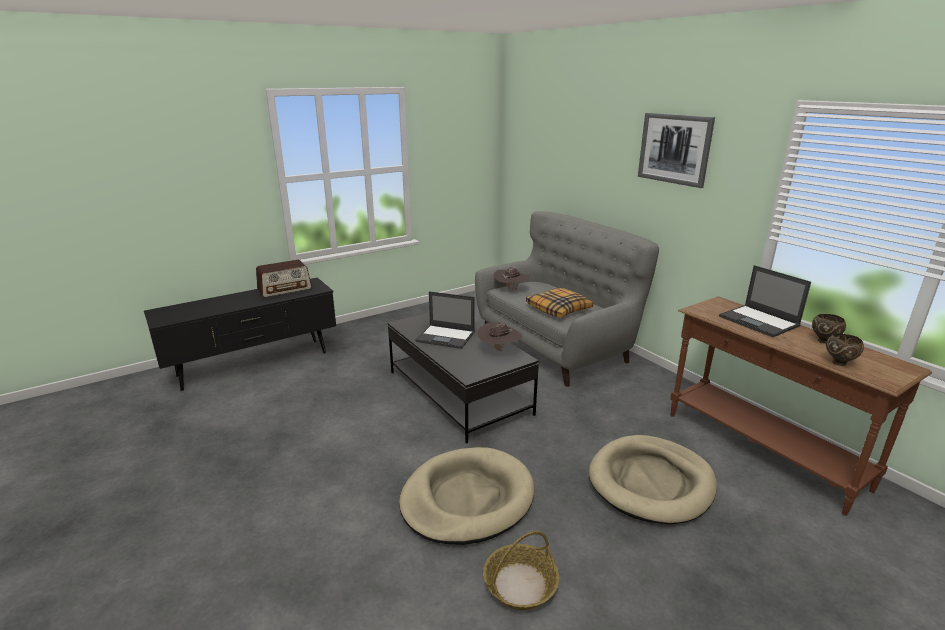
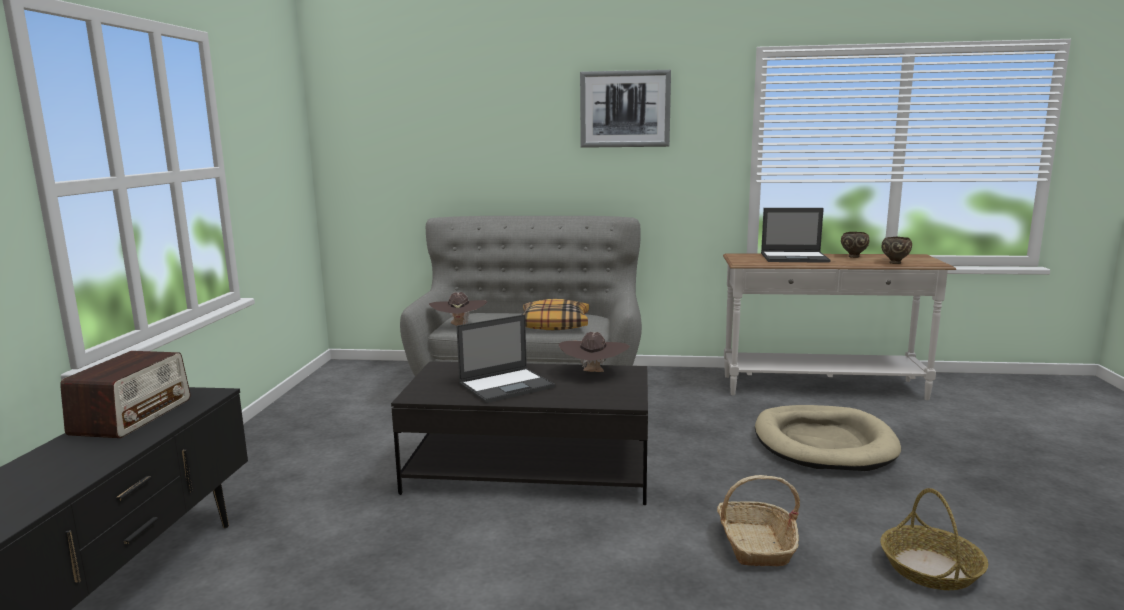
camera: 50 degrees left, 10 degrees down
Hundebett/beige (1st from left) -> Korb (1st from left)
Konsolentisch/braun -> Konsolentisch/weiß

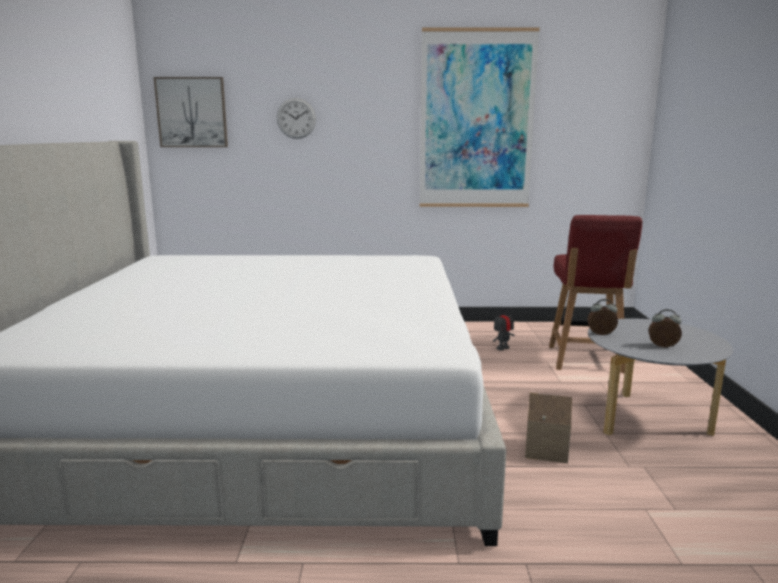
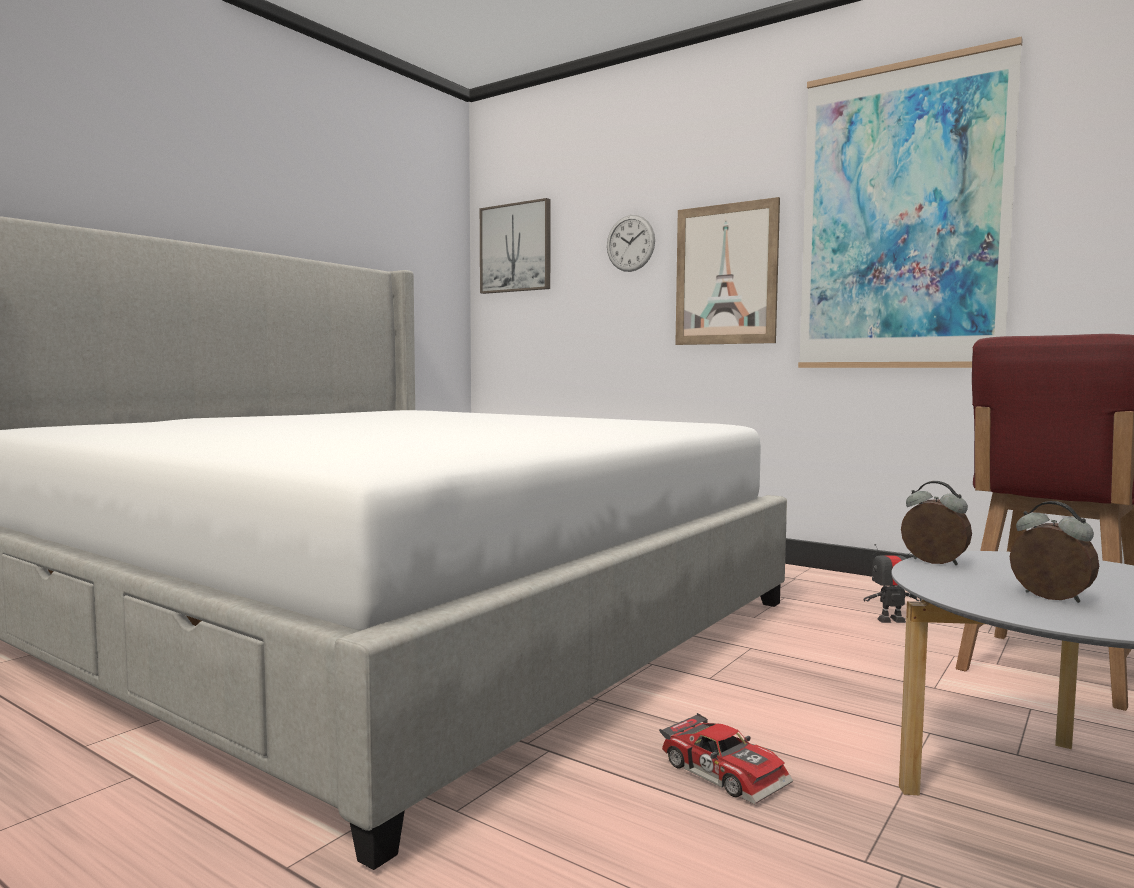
camera: 35 degrees right, 10 degrees down
Spielzeughaus -> Spielzeugauto
none -> Bild (2nd from left)

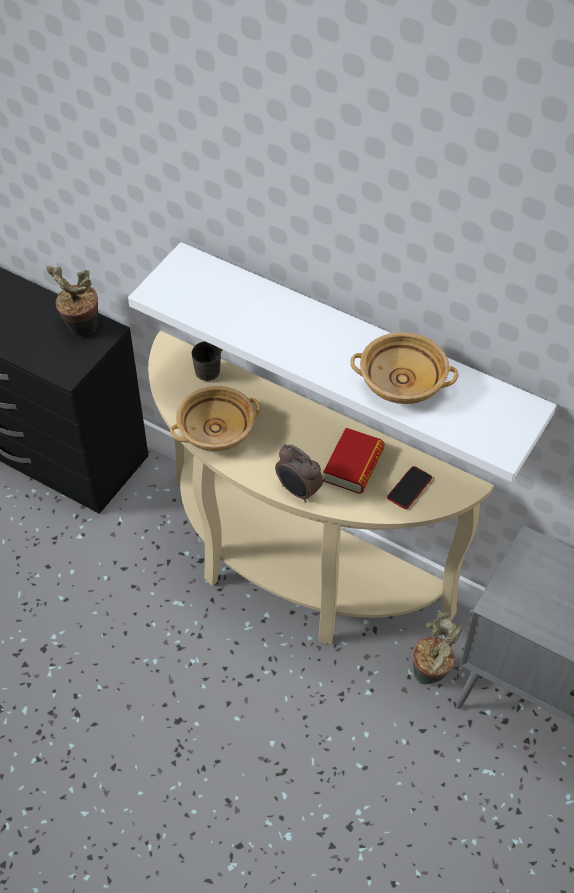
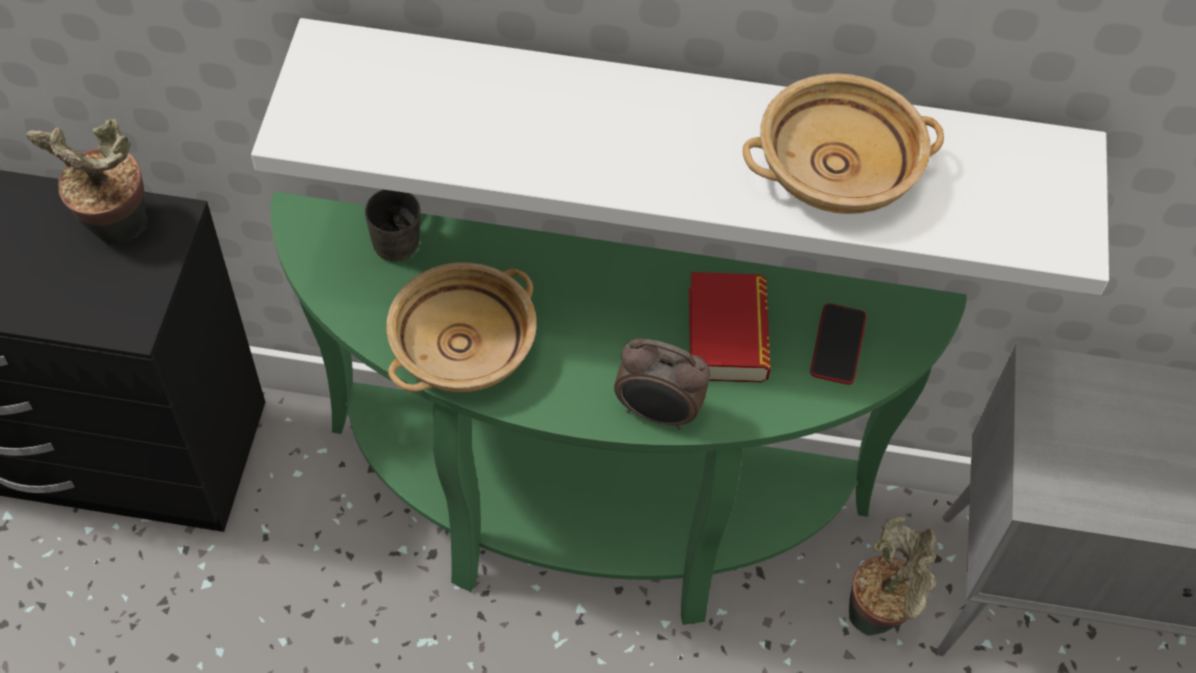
camera: 25 degrees left, 5 degrees up
Konsolentisch/beige -> Konsolentisch/grün

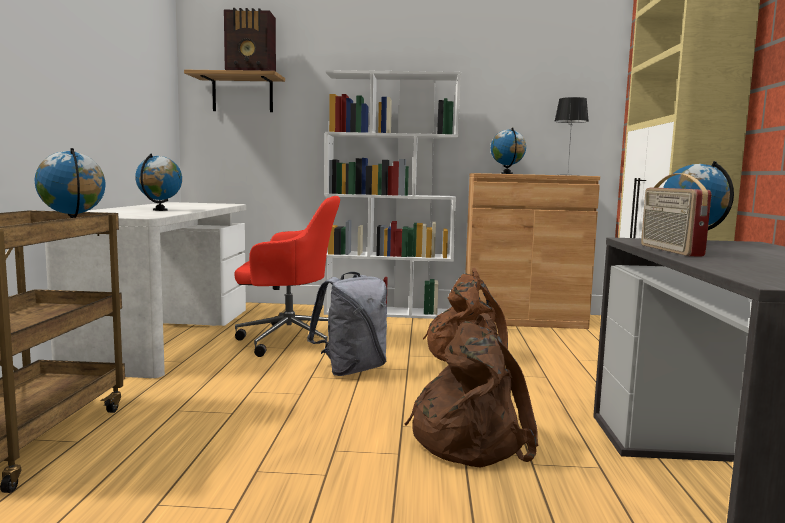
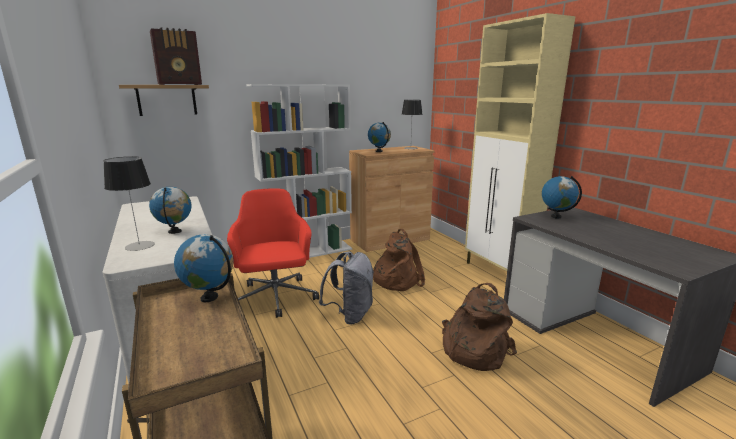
camera: 30 degrees left, 10 degrees up
none -> Tischlampe (1st from left)
Bürostuhl/rot, 75 degrees counterclockwise
Radio (2nd from left) -> none

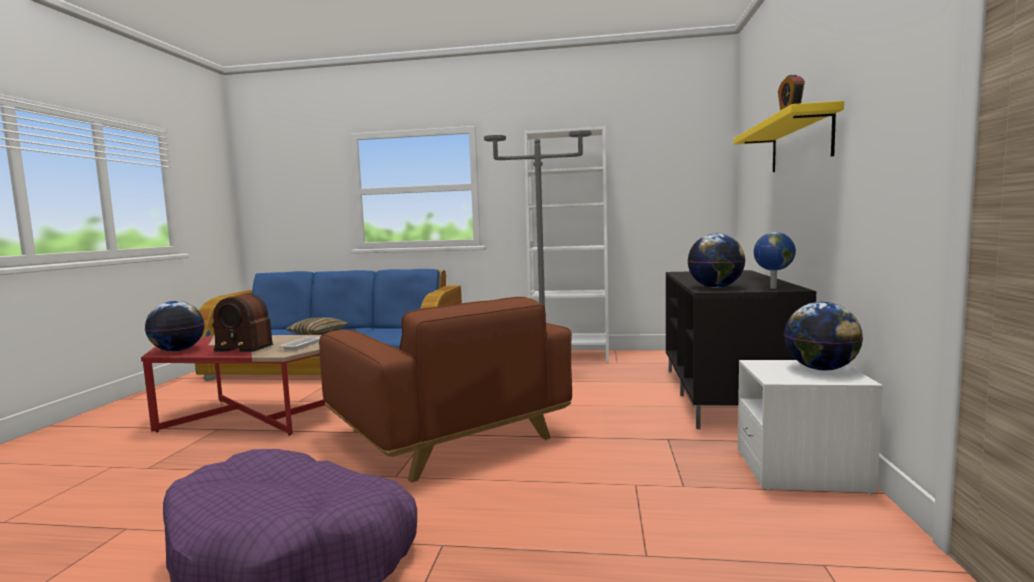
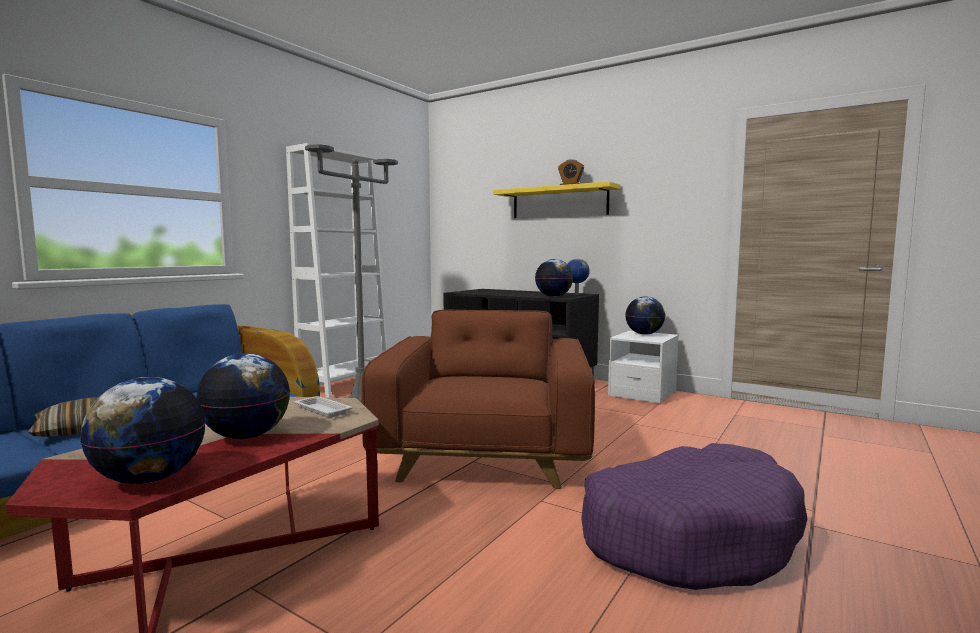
camera: 65 degrees left, 0 degrees up
Radio -> Globus (2nd from left)
Sessel/braun, 75 degrees counterclockwise

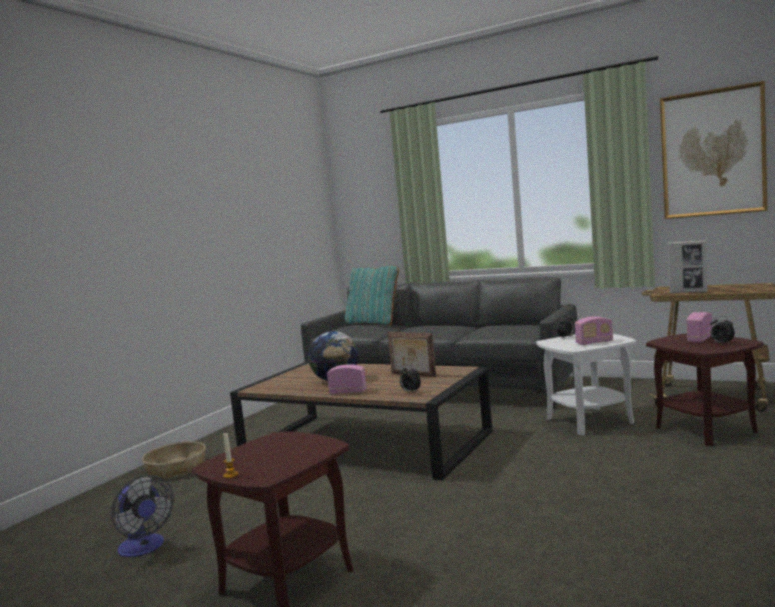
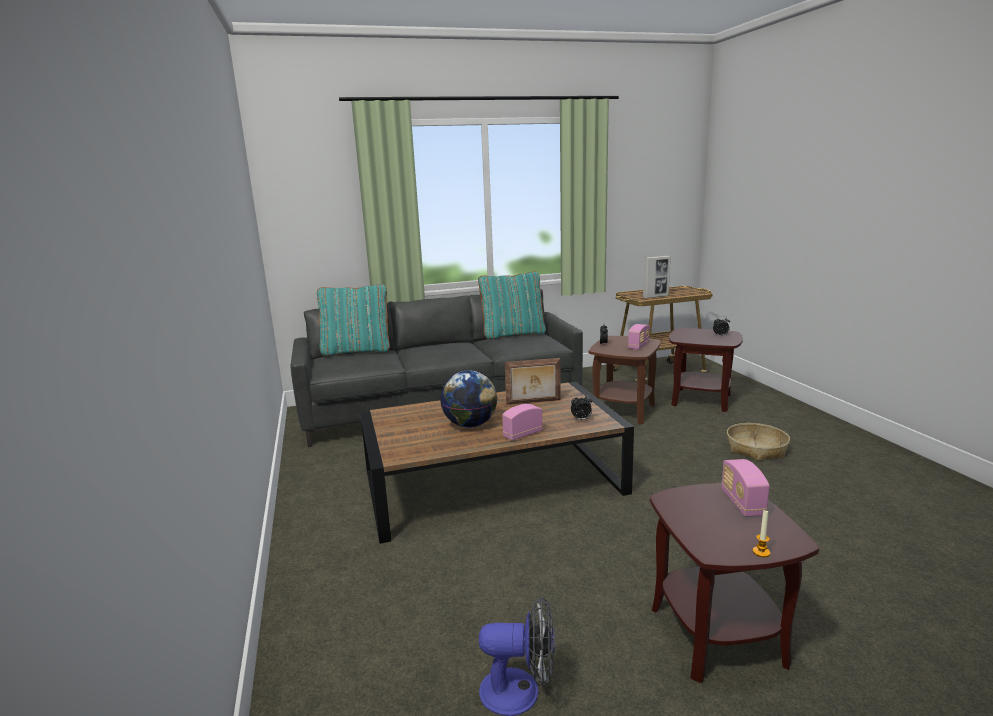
camera: 45 degrees left, 10 degrees up
none -> Kissen/türkis (2nd from left)
Beistelltisch/weiß -> Beistelltisch/braun (1st from left)
Radio (3rd from left), moved
Korb, moved
Bild -> none

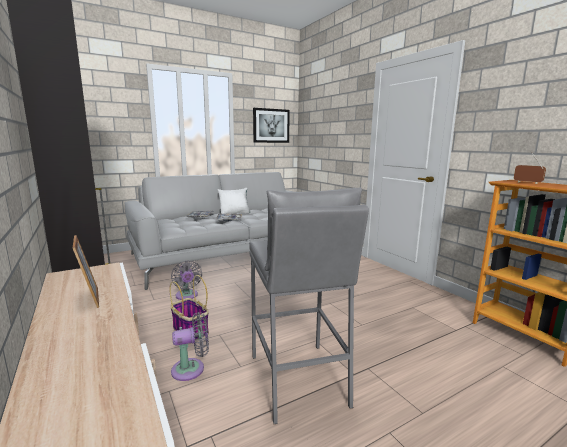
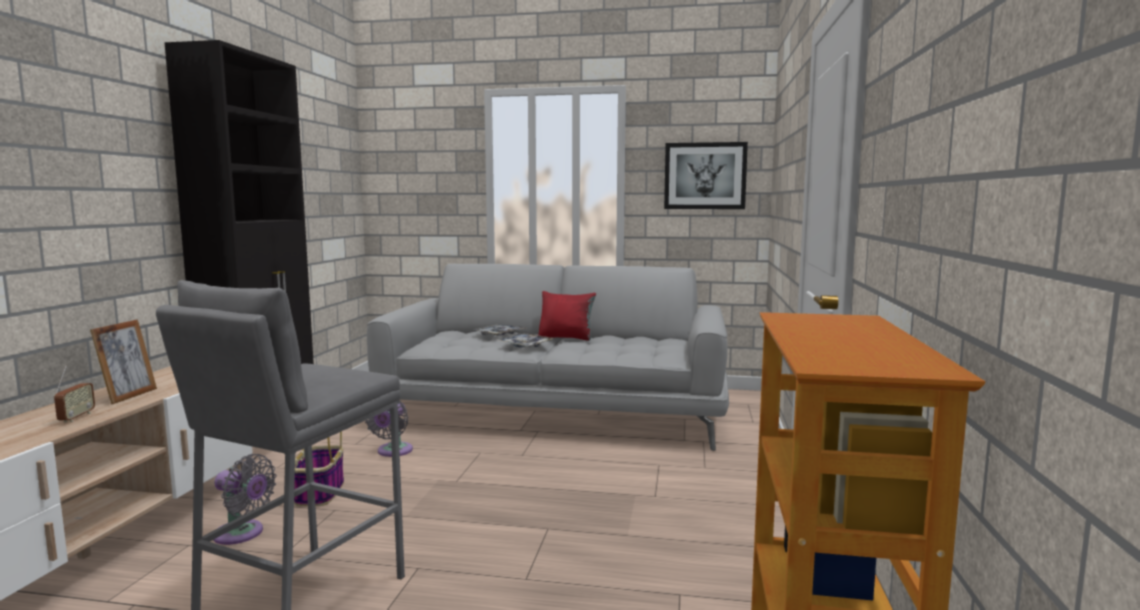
camera: 40 degrees right, 5 degrees down
Radio, moved
Kissen/weiß -> Kissen/rot

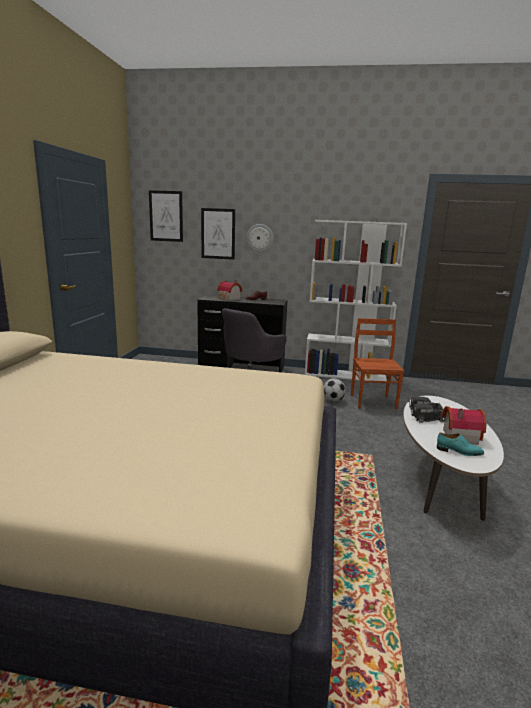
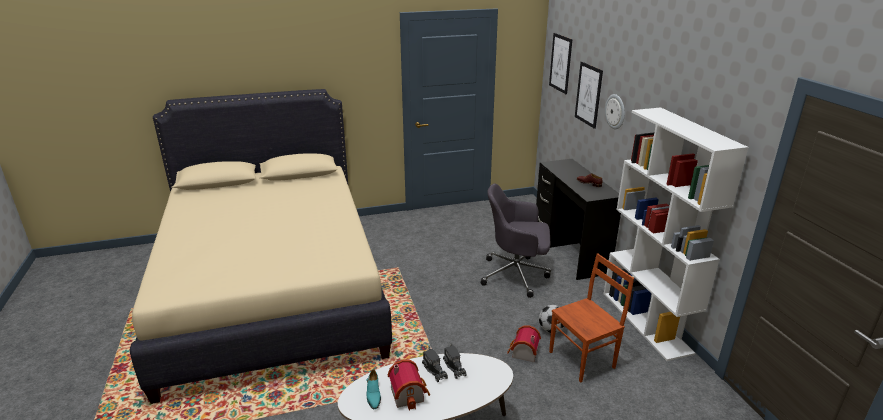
camera: 65 degrees right, 10 degrees up
Spielzeughaus (1st from left in the first image) -> Spielzeughaus (2nd from left), moved

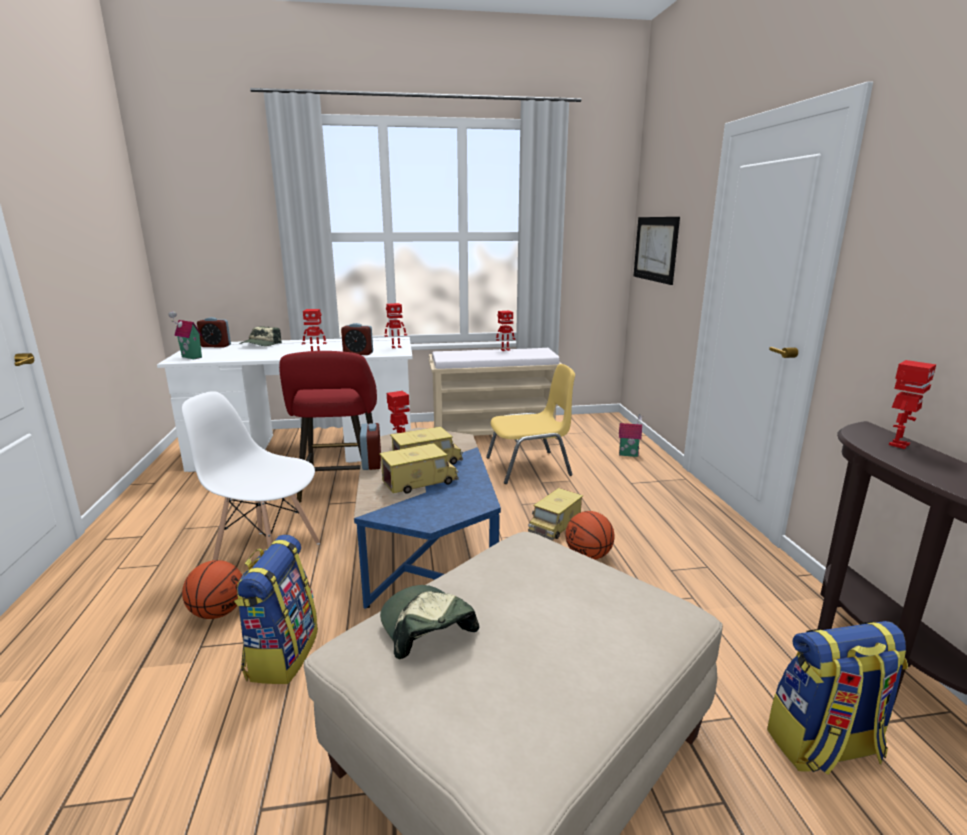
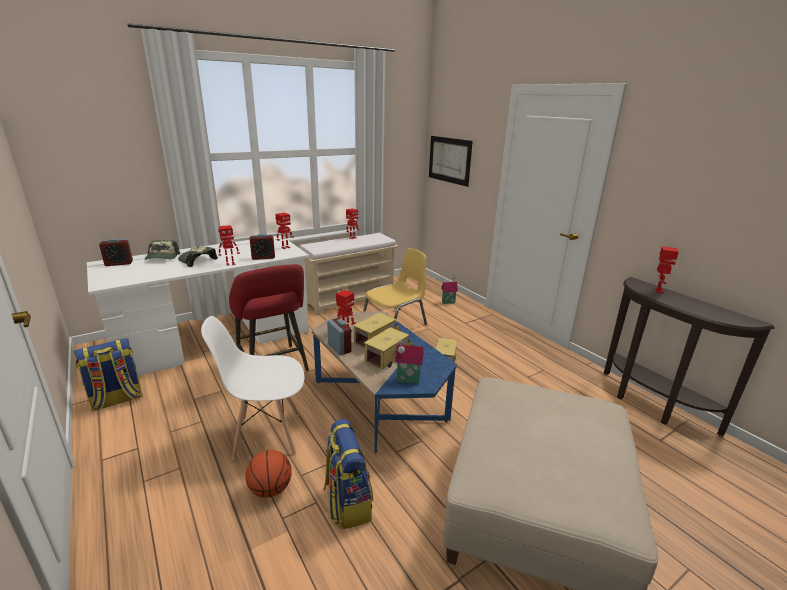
camera: 25 degrees left, 5 degrees up
Rucksack (2nd from left in the first image) -> Rucksack (1st from left), moved
Kappe (2nd from left), moved
Spielzeughaus (1st from left), moved
Basketball (2nd from left) -> none

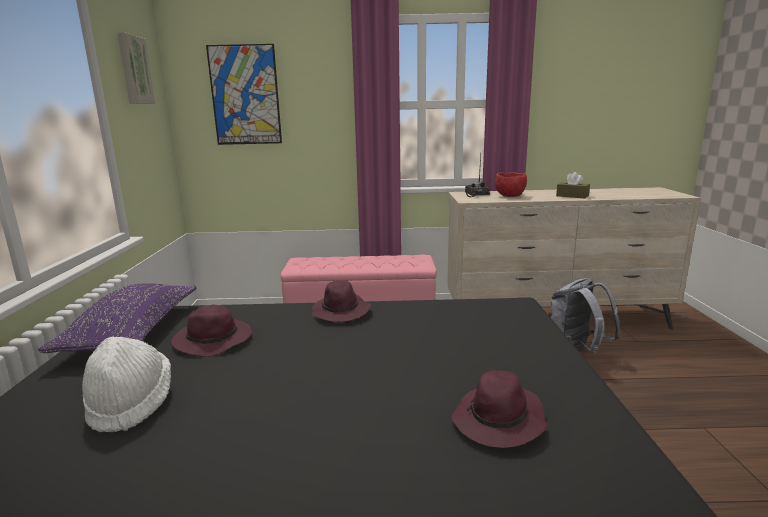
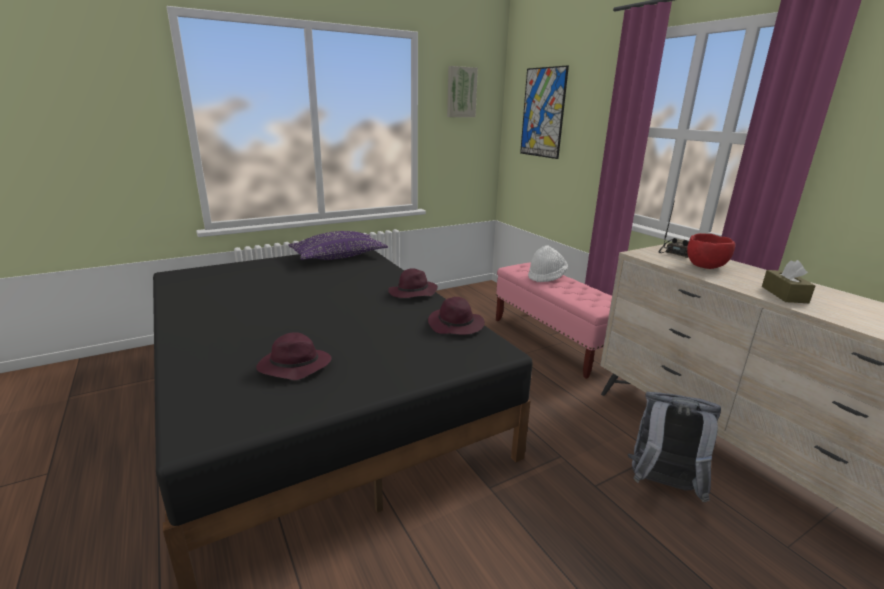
camera: 60 degrees right, 5 degrees up
Hut/lila (1st from left in the first image) -> Hut/lila (3rd from left), moved
Hut/weiß, moved

